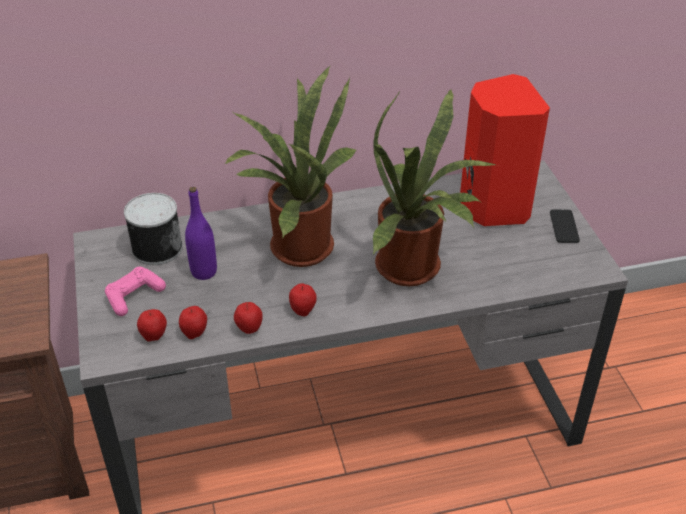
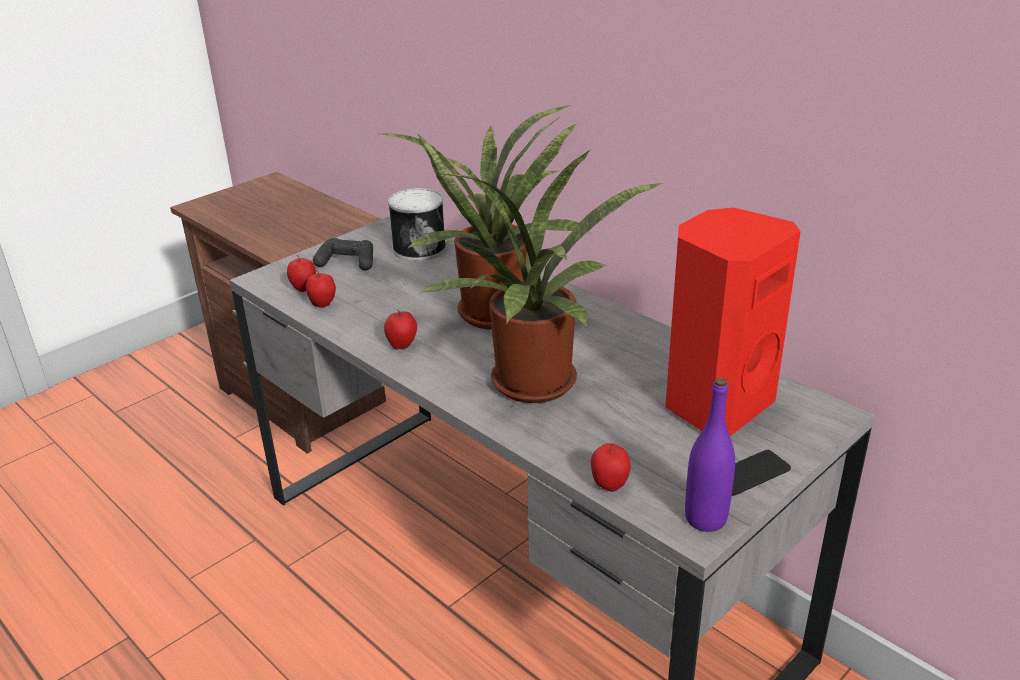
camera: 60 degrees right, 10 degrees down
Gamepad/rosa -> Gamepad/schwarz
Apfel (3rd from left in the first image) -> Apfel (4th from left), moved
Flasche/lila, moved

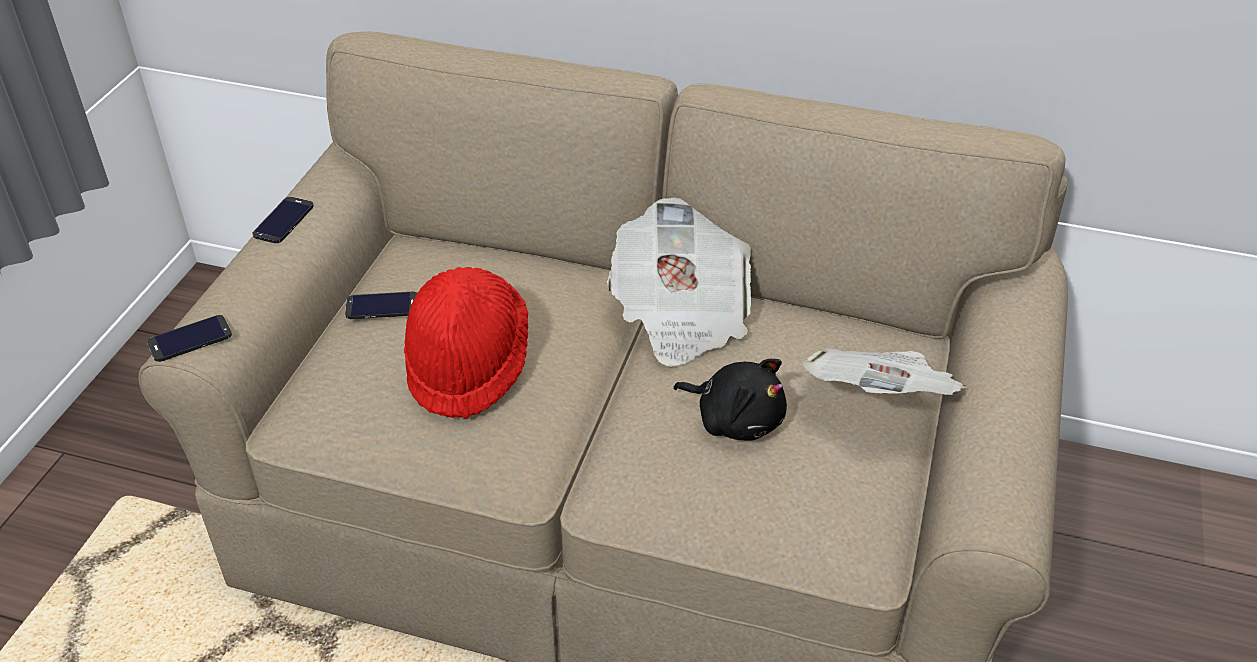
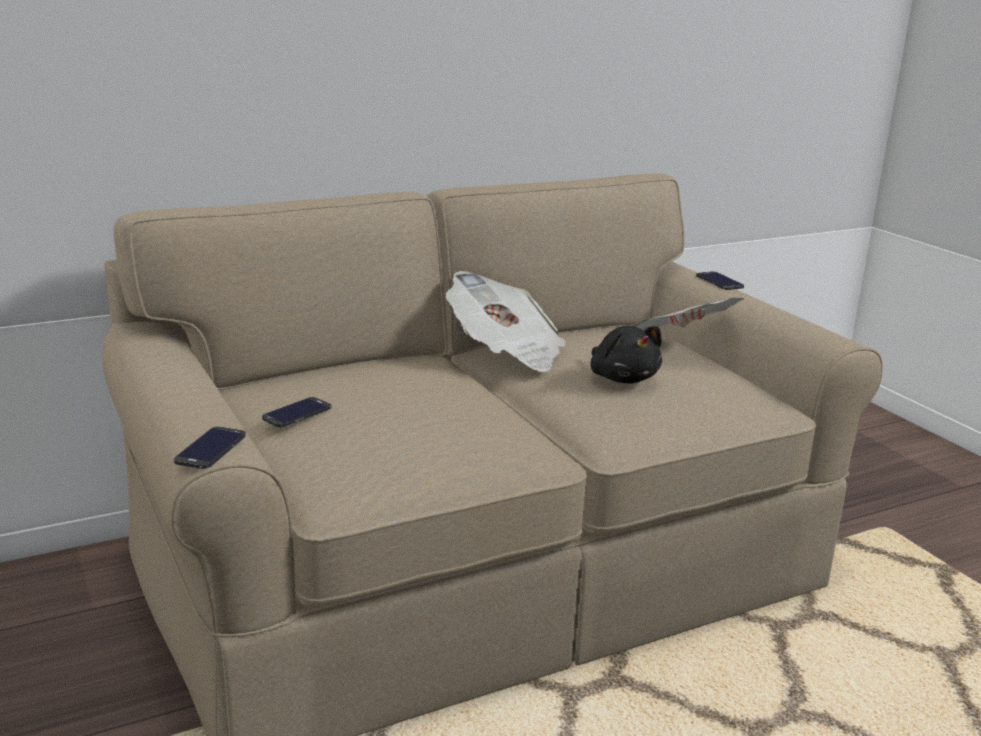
camera: 45 degrees left, 20 degrees down
Plüschtier/schwarz, 75 degrees clockwise
Handy (2nd from left in the first image) -> Handy (3rd from left), moved
Hut/rot -> none

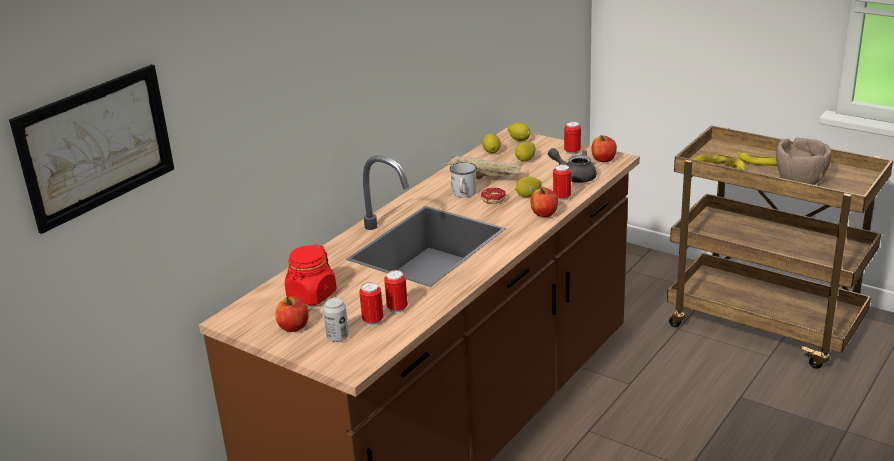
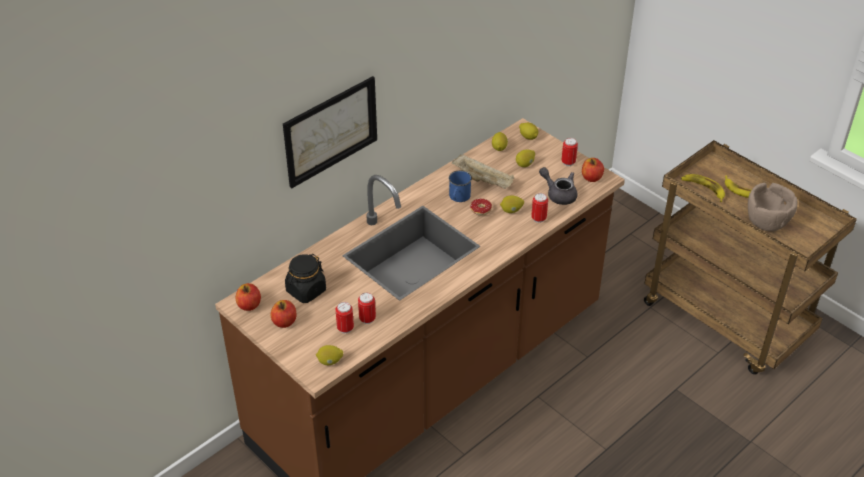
camera: 10 degrees right, 15 degrees up
Apfel (2nd from left in the first image) -> Apfel (1st from left), moved
Bild, moved
Vorratsglas/rot -> Vorratsglas/schwarz
none -> Zitrone (1st from left)
Henkelbecher/weiß -> Henkelbecher/blau
Dose (1st from left) -> none

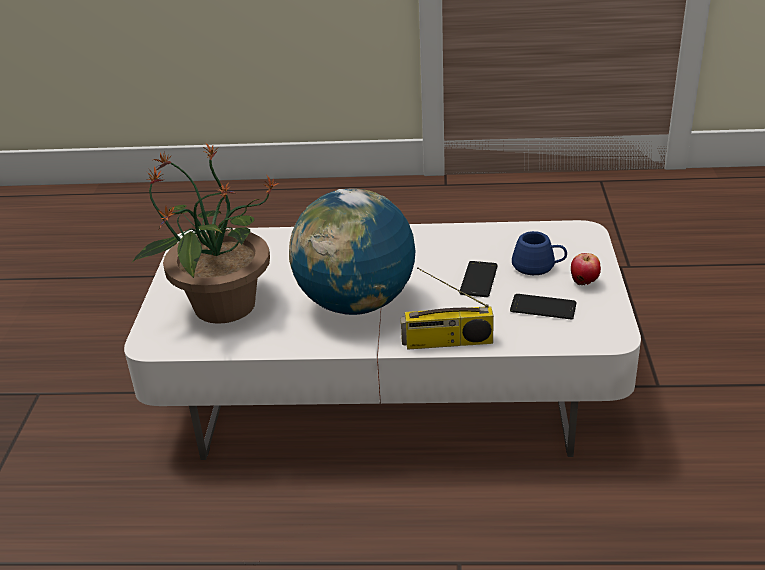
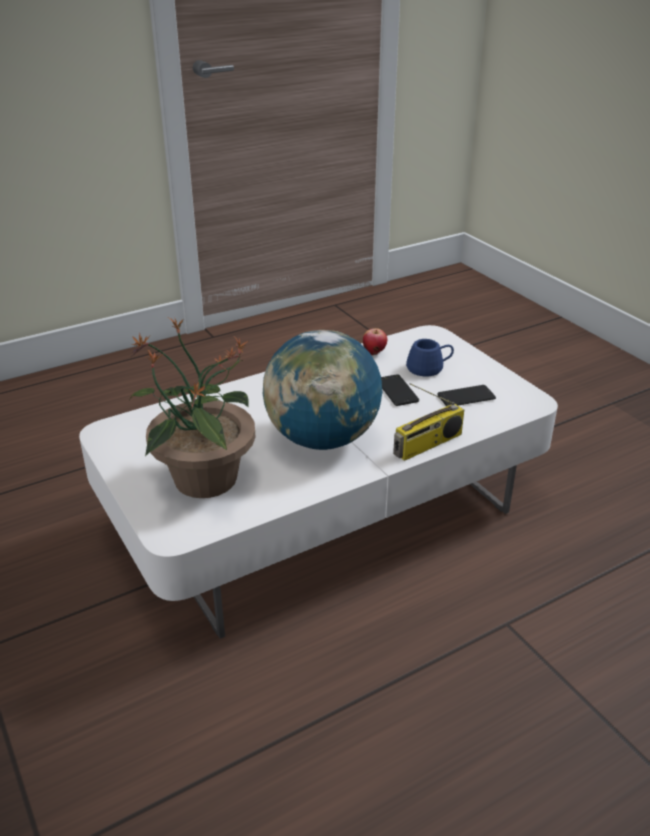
camera: 35 degrees left, 0 degrees up
Apfel, moved

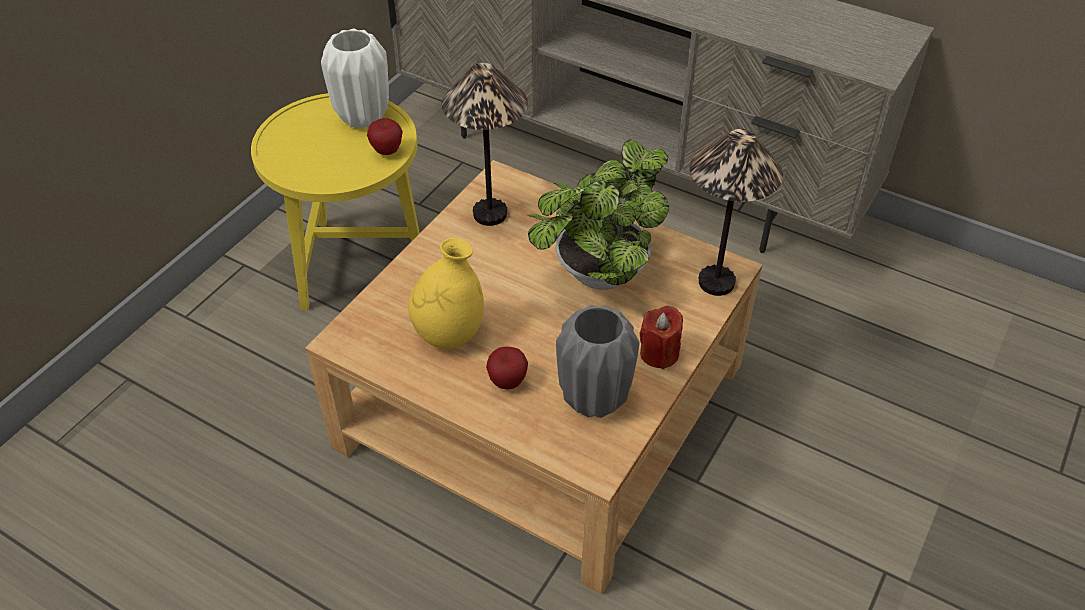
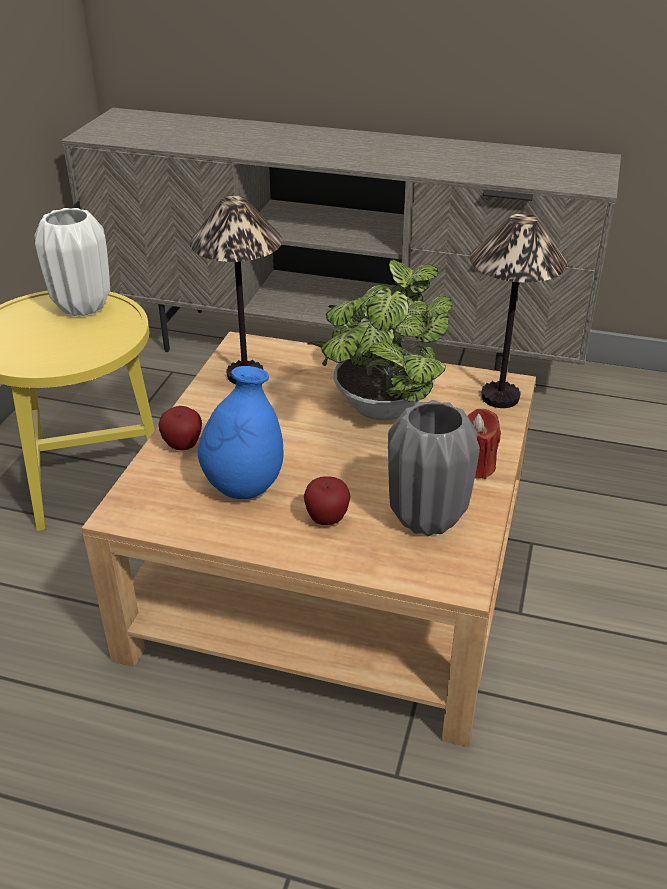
camera: 15 degrees left, 10 degrees down
Apfel (1st from left), moved
Vase/gelb -> Vase/blau

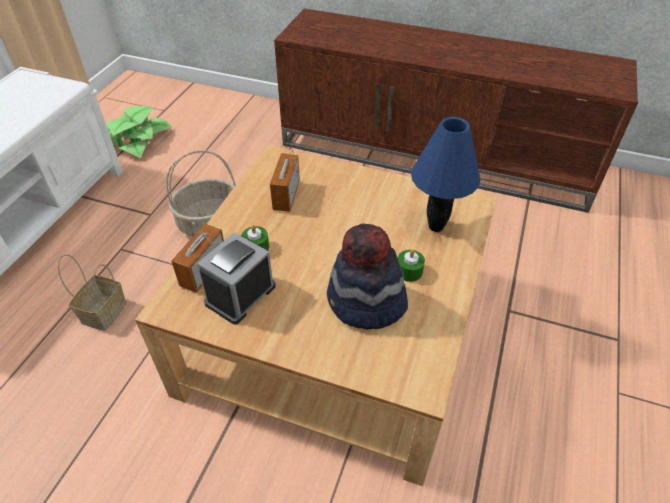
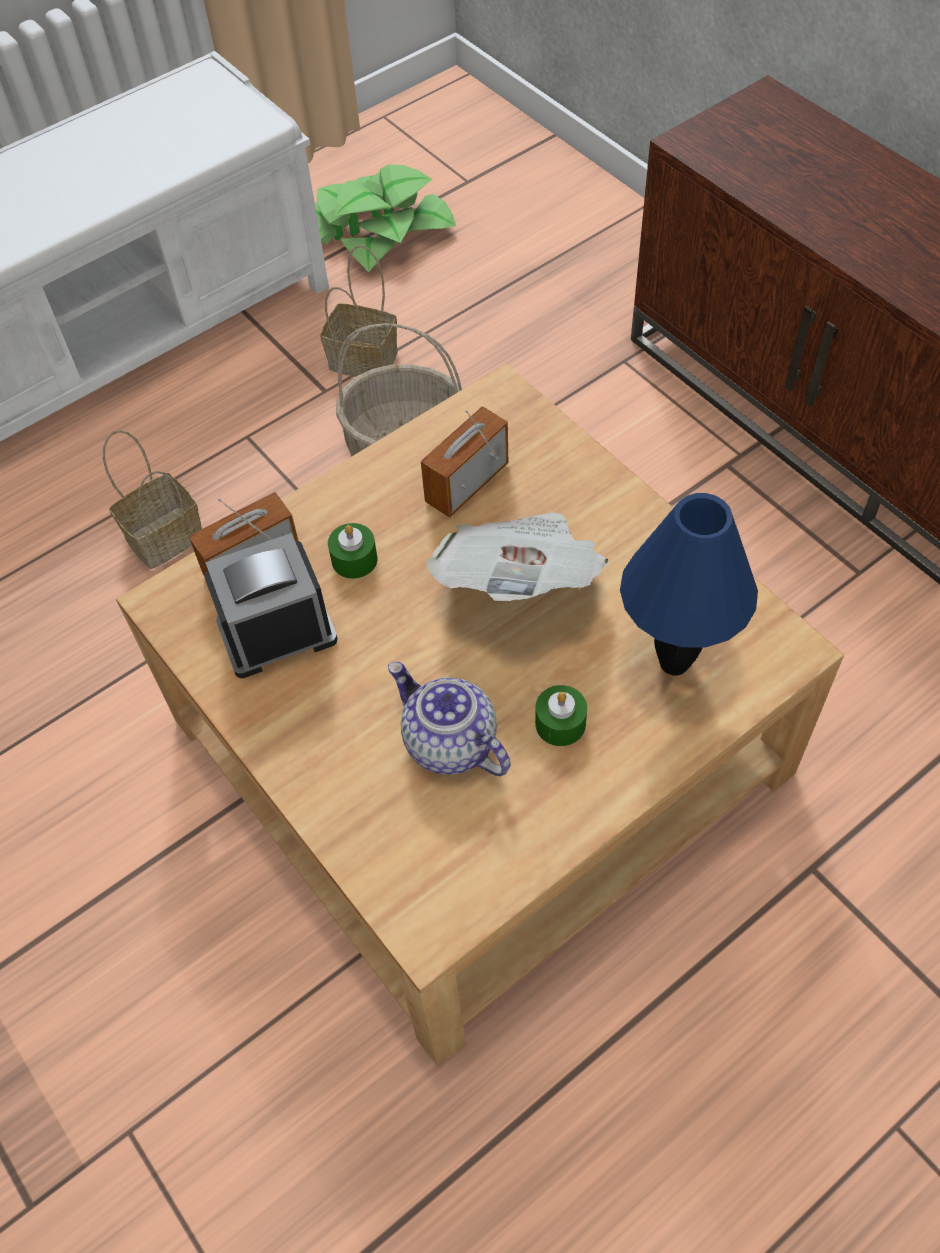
camera: 35 degrees right, 10 degrees up
none -> Korb (2nd from left)
Hut -> Teekanne
none -> Zeitung

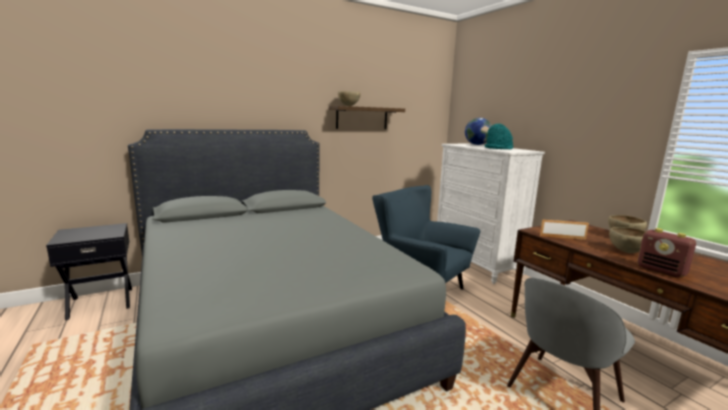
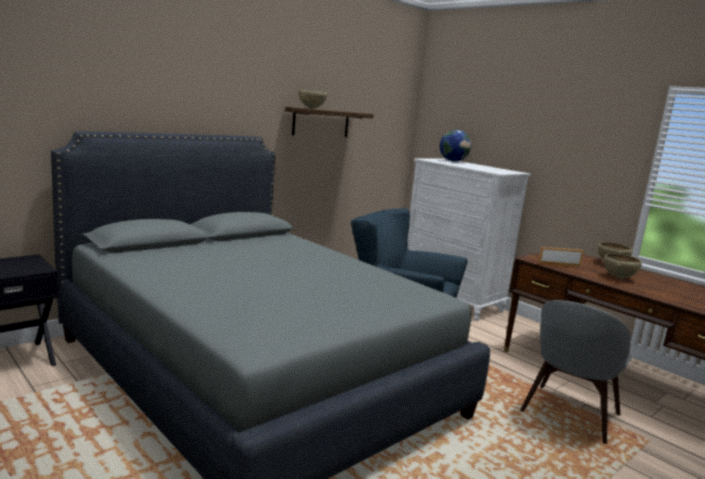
camera: 15 degrees left, 0 degrees up
Hut/türkis -> none
Radio -> none

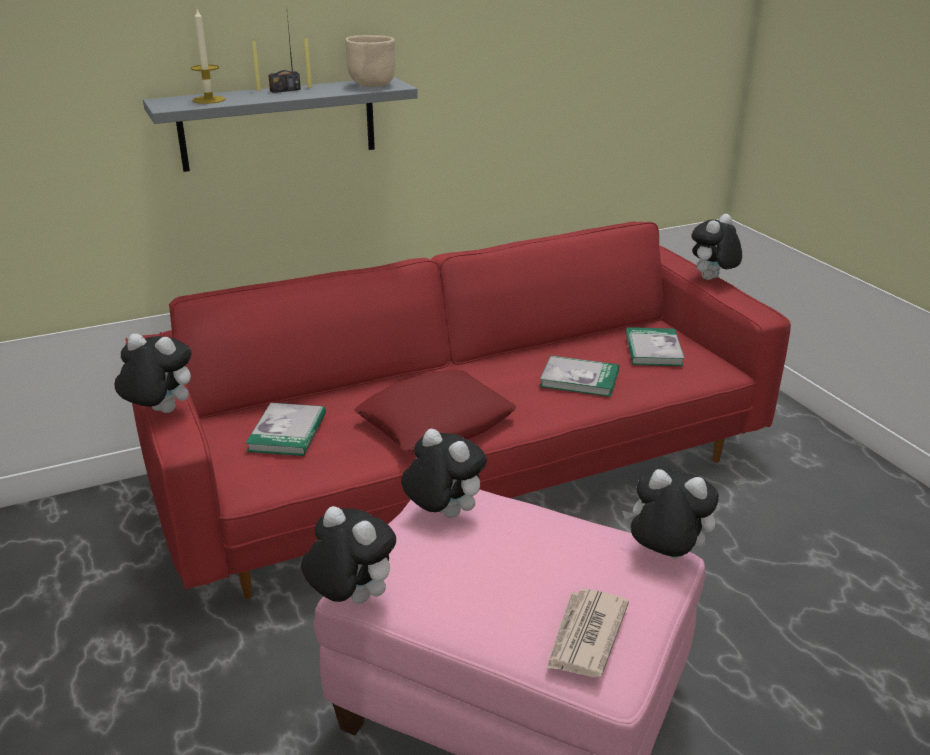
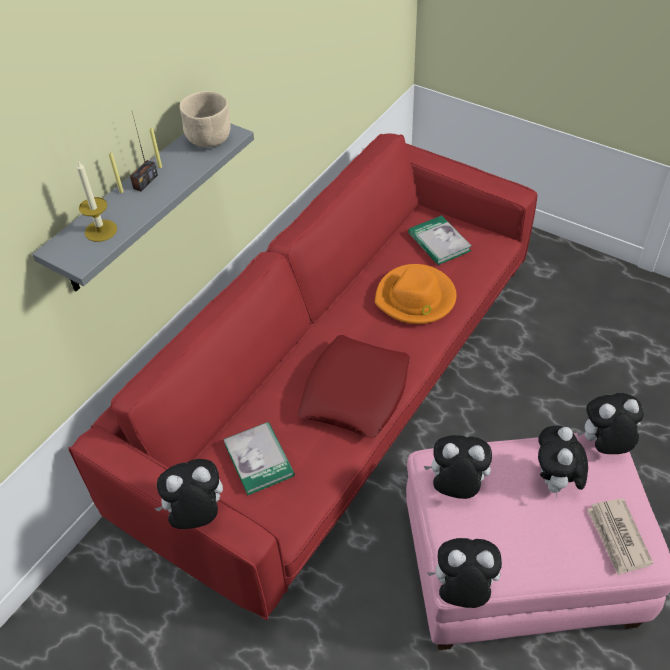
camera: 30 degrees left, 20 degrees up
Buch (2nd from left) -> Hut/orange
Plüschtier (5th from left in the first image) -> Plüschtier (4th from left), moved

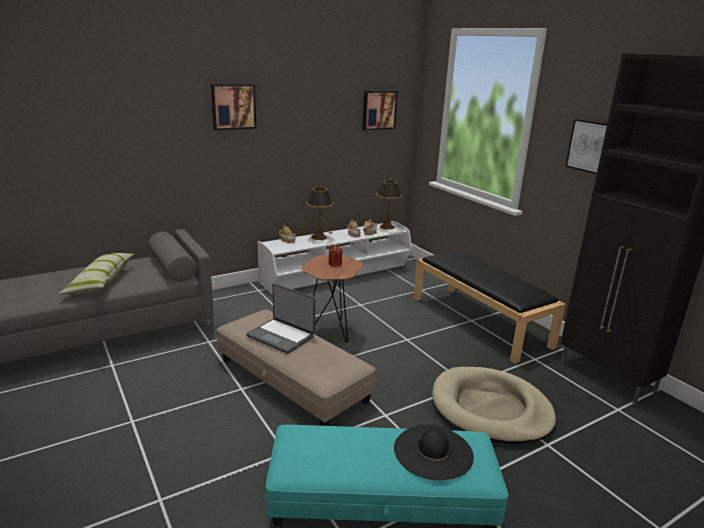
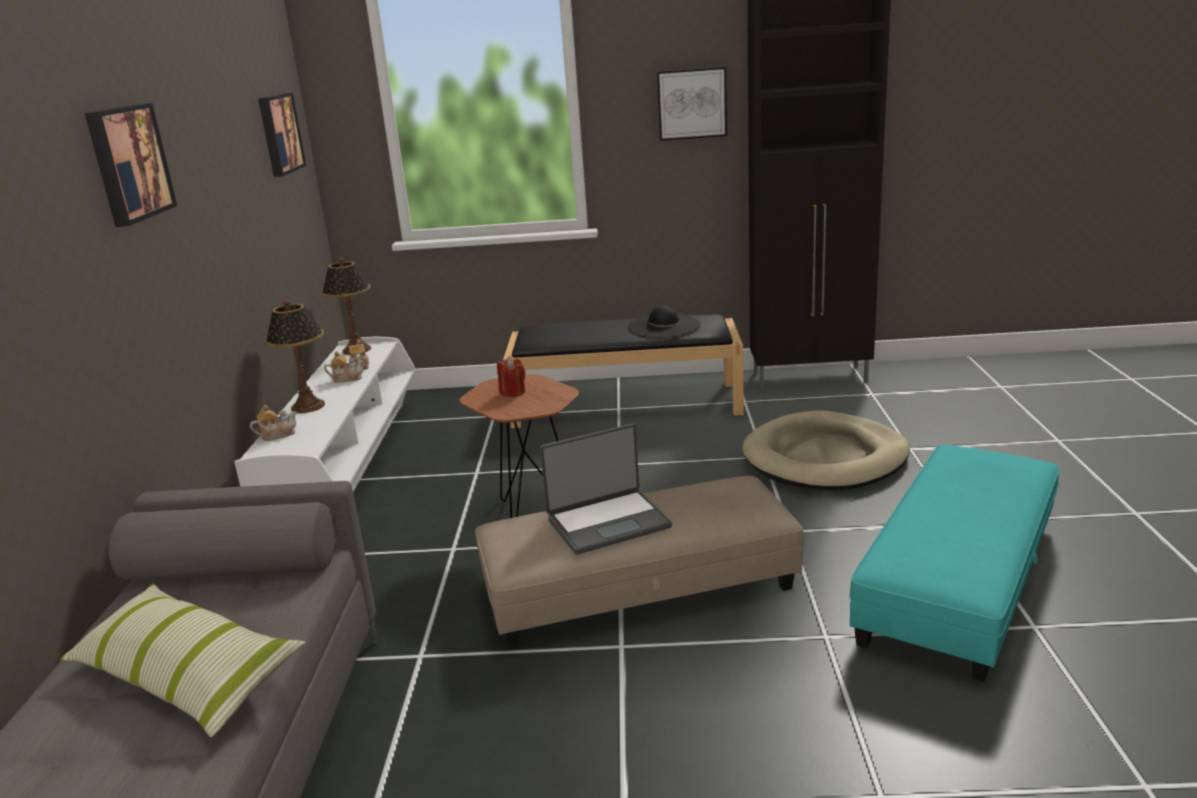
camera: 55 degrees left, 0 degrees up
Hut/schwarz, moved

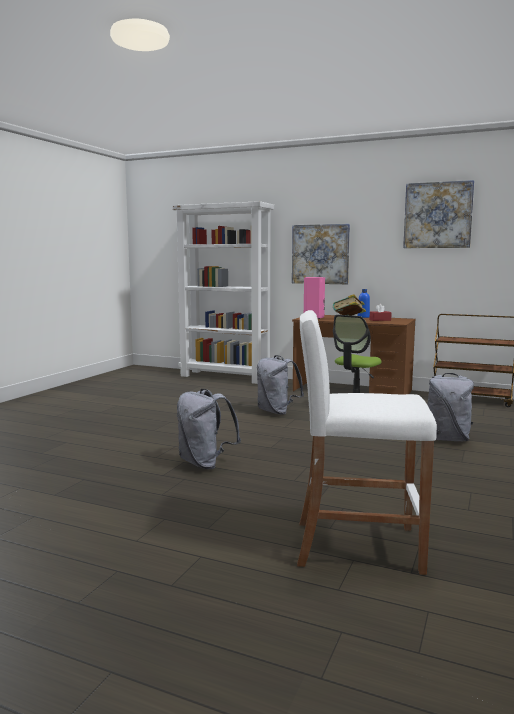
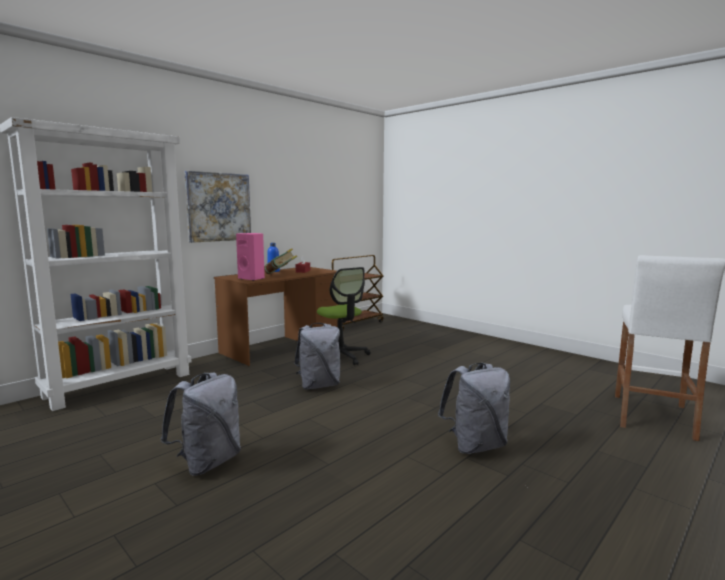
camera: 70 degrees left, 0 degrees up
Rucksack/grau (3rd from left in the first image) -> Rucksack/grau (1st from left), moved
Bild (2nd from left) -> none

